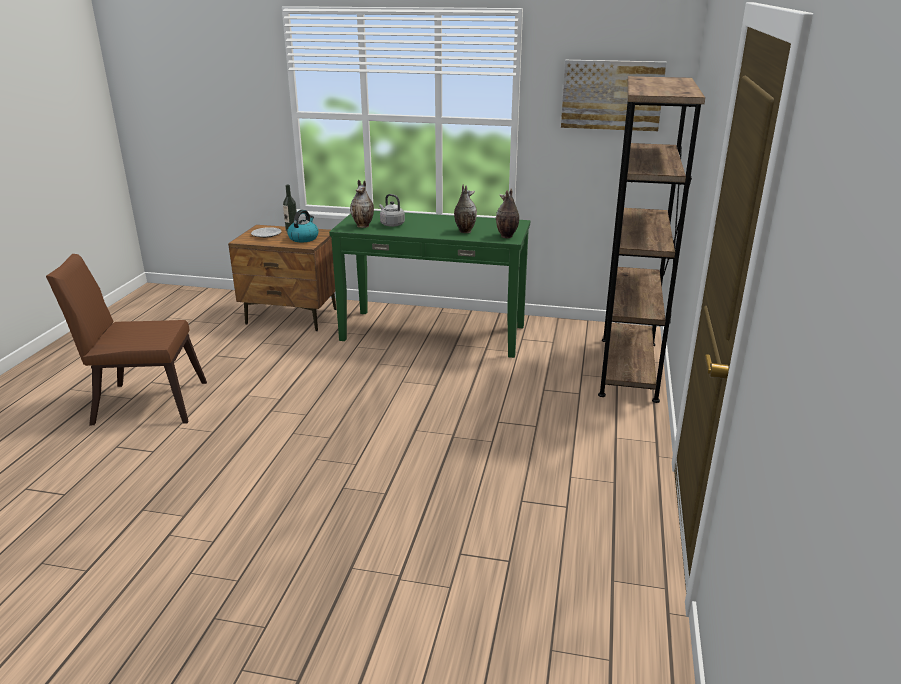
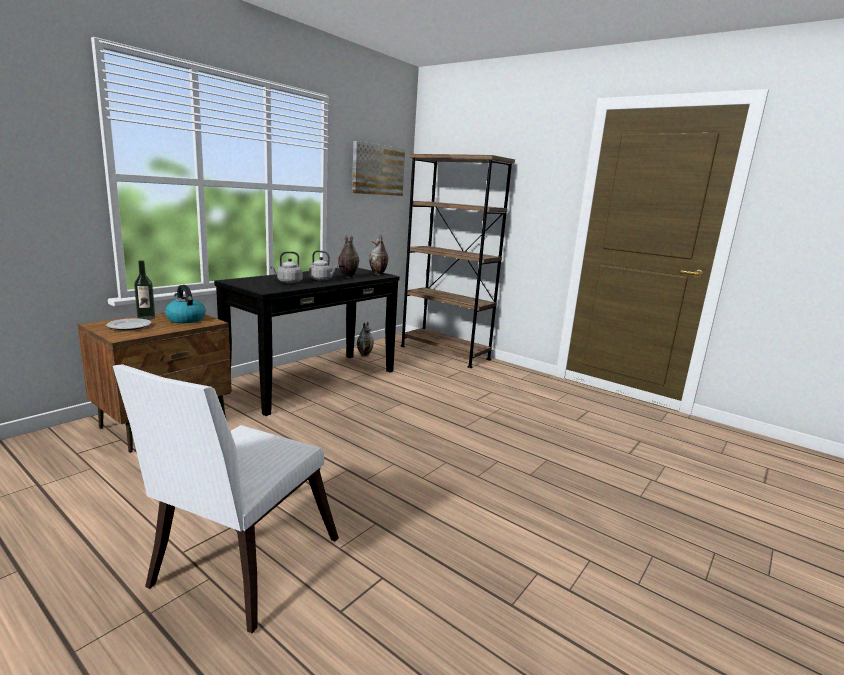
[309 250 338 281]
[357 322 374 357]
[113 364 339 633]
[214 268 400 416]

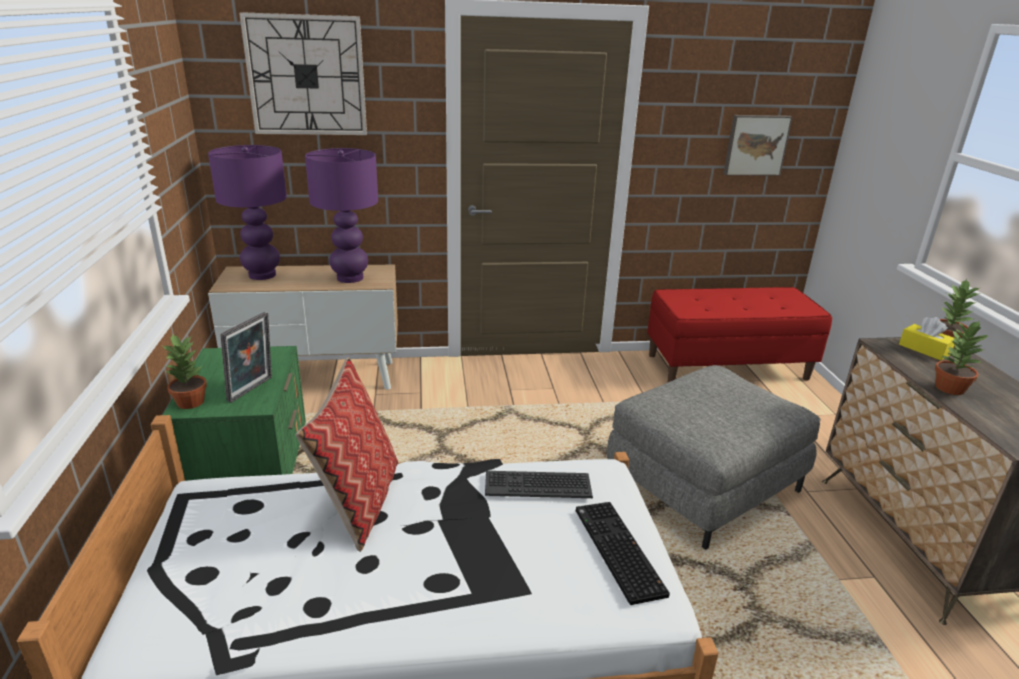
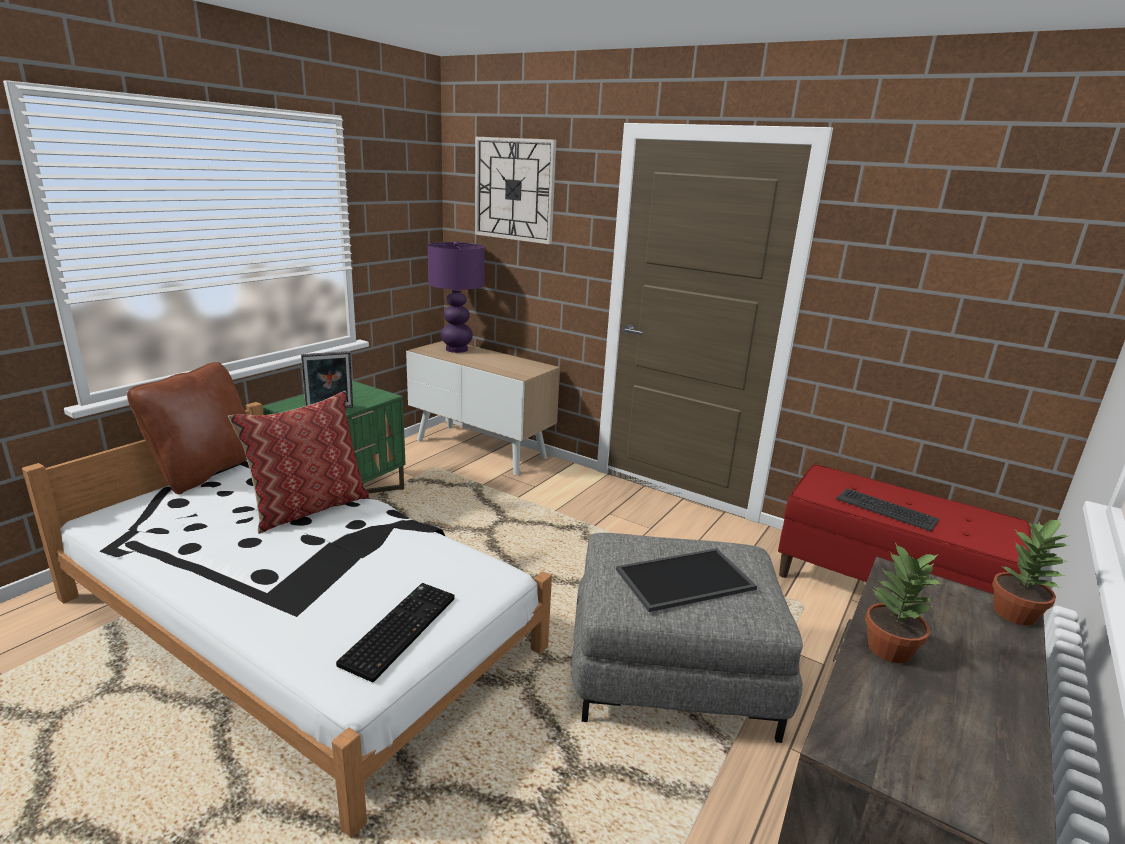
[163 334 207 409] (first image)
[305 148 378 283] (first image)
[723 115 793 176] (first image)
[899 317 956 360] (first image)
[127 362 248 494]
[616 548 757 612]
[836 488 939 531]

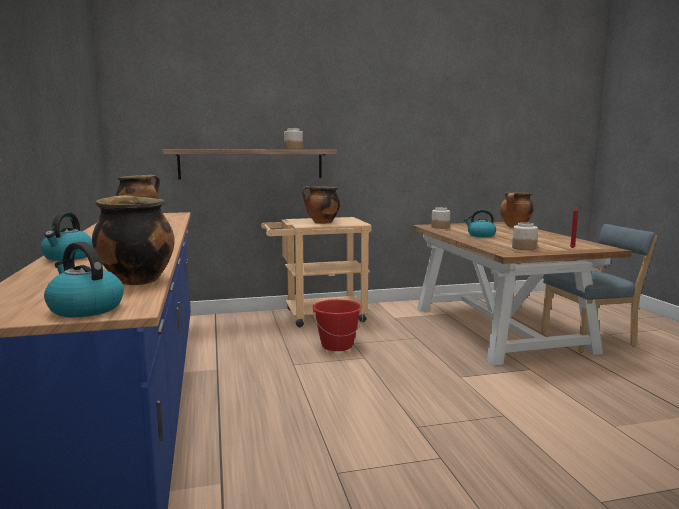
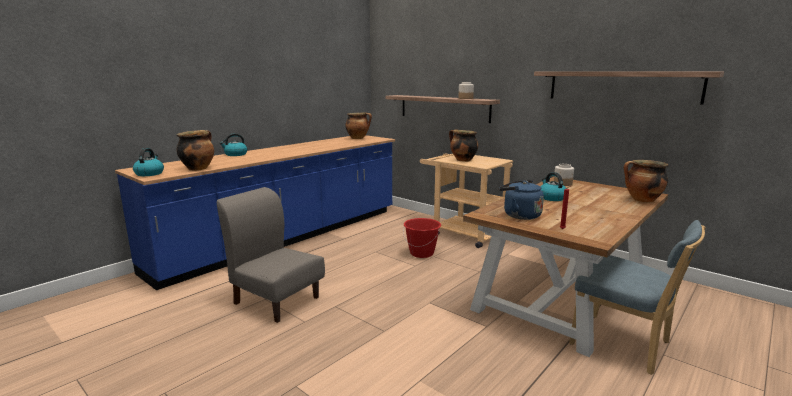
[217 187 325 323]
[534 71 724 105]
[499 180 544 220]

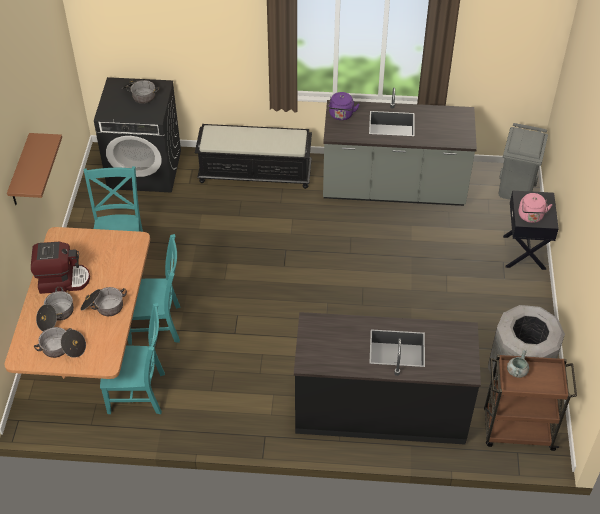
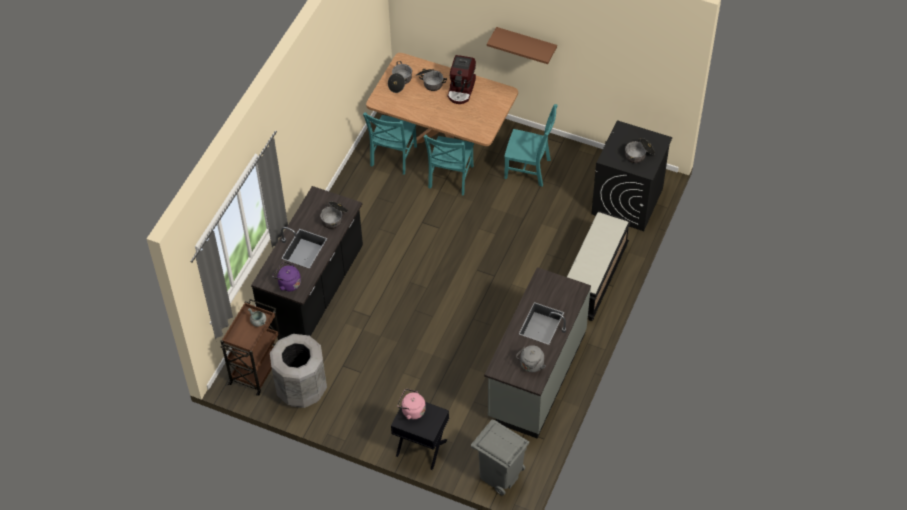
[516 345 546 372]
[320 201 348 229]
[272 261 301 292]

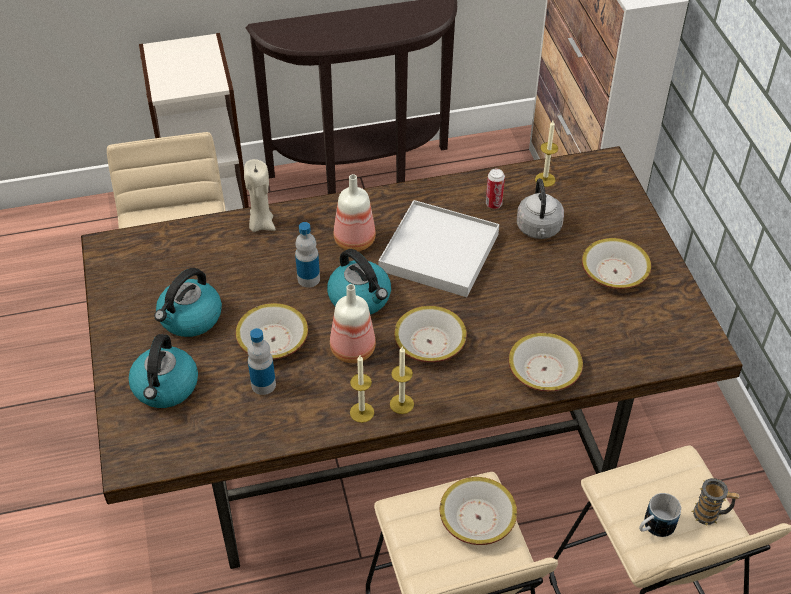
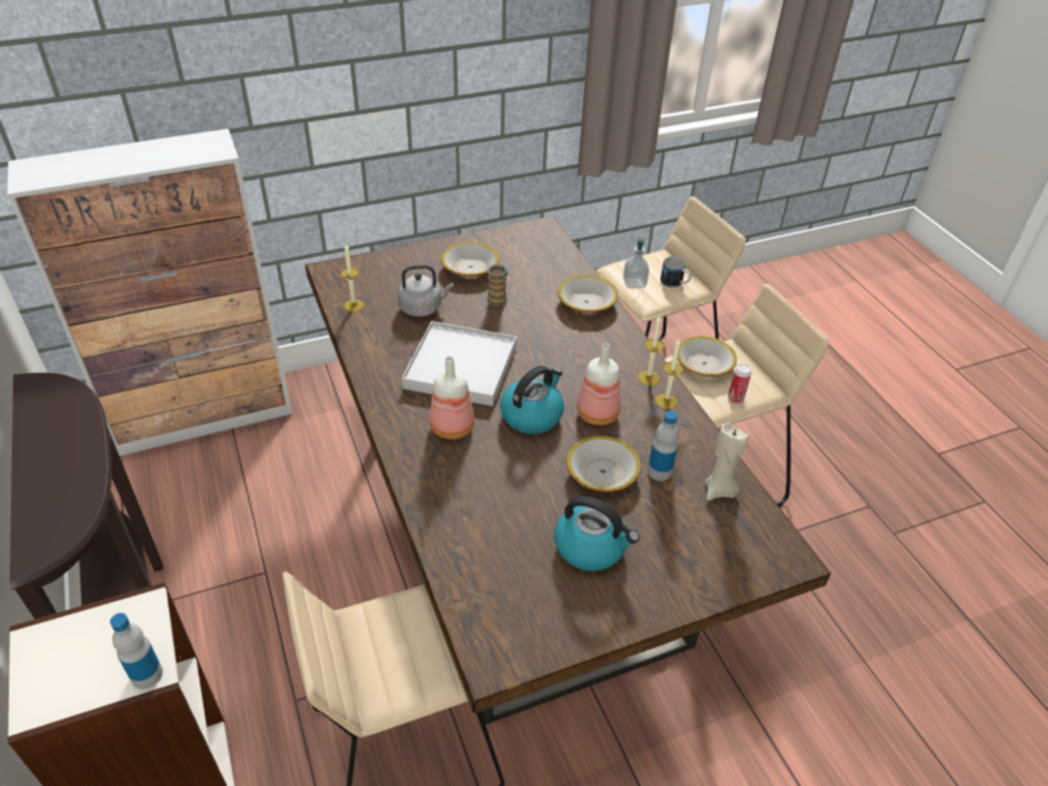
[128 334 198 408] (first image)
[394 306 467 362] (first image)
[623 237 649 288]
[705 423 748 501]
[110 613 163 689]
[728 365 751 403]
[486 264 509 306]

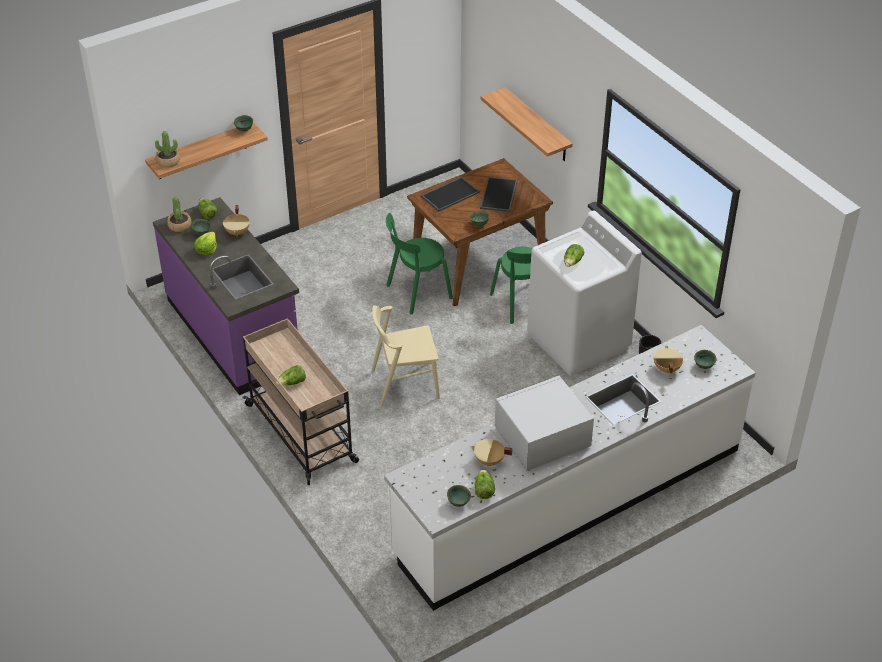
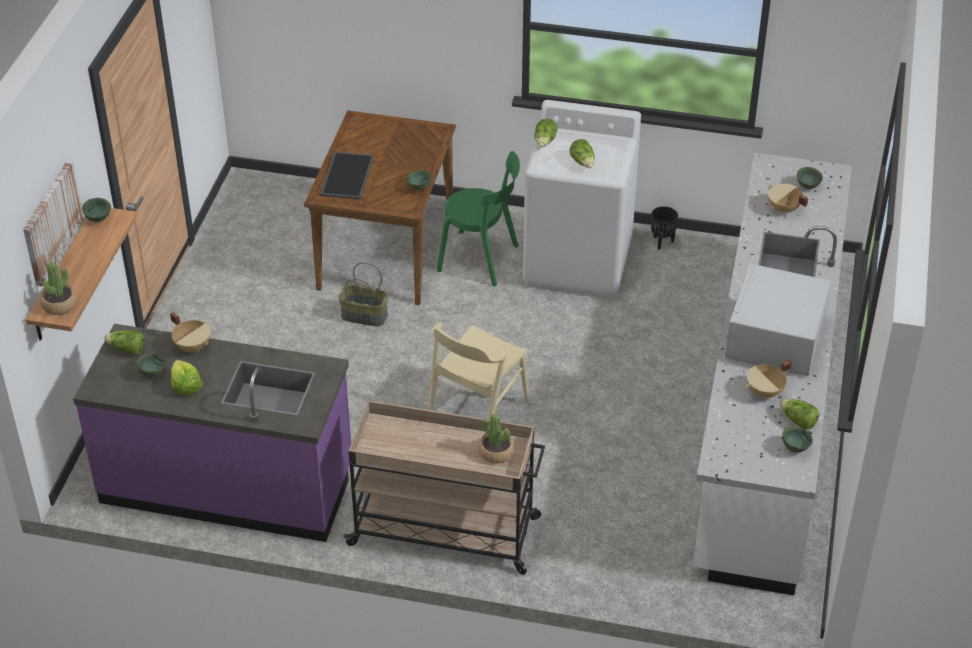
[480 177 518 212] (first image)
[481 87 573 161] (first image)
[23 161 84 286]
[478 413 515 464]
[534 119 558 148]
[338 262 388 326]

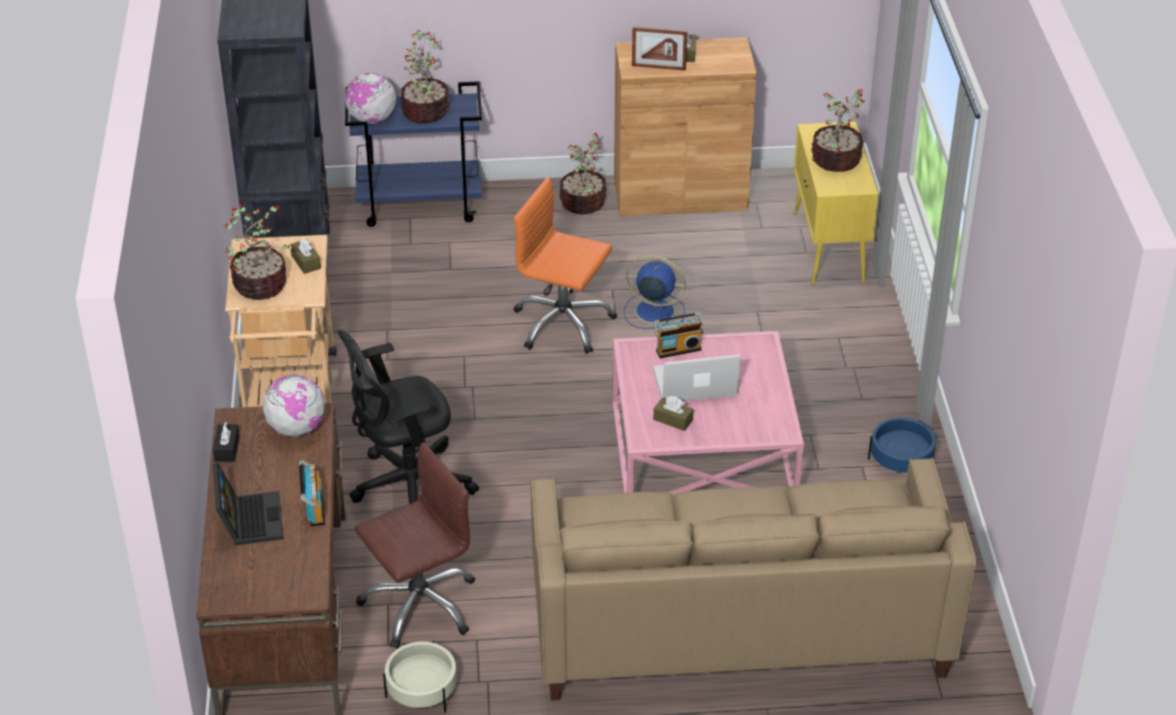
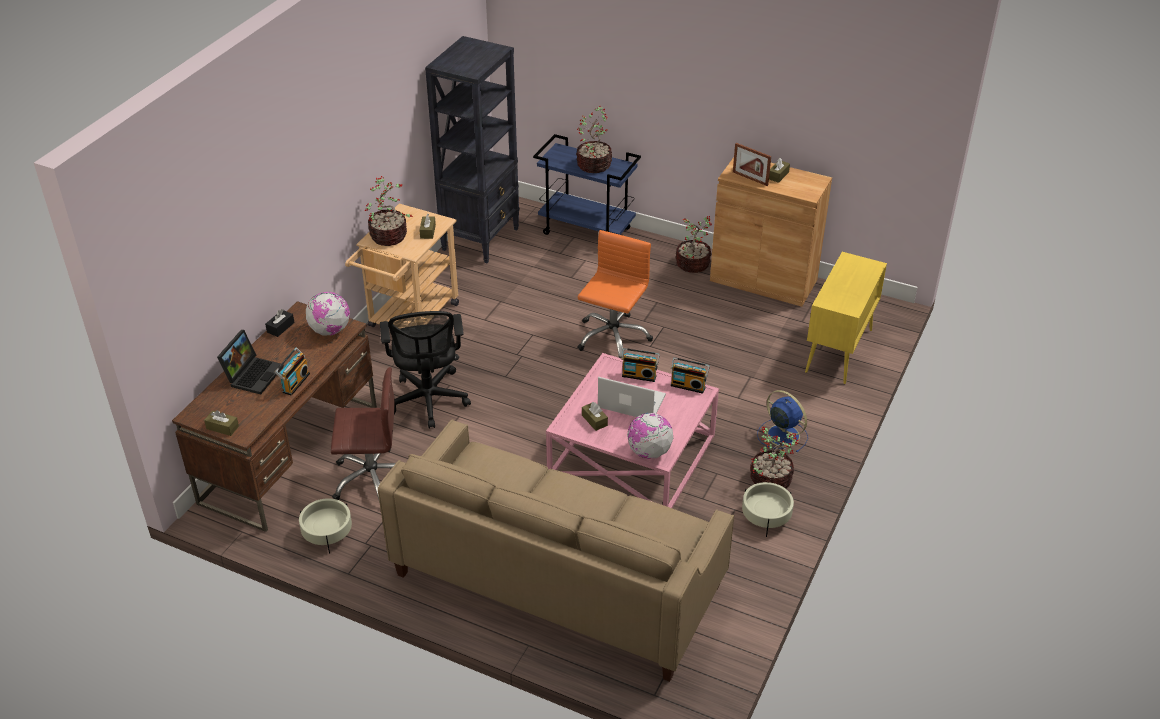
[204 410 239 436]
[671 357 710 394]
[627 413 673 459]
[757 390 808 453]
[750 427 798 489]
[742 482 794 537]
[380 311 471 429]
[577 230 653 358]

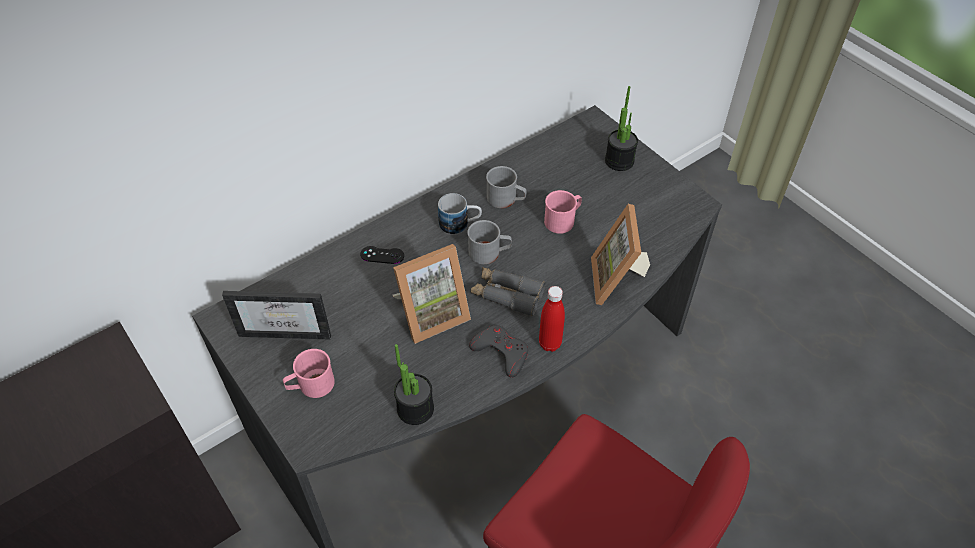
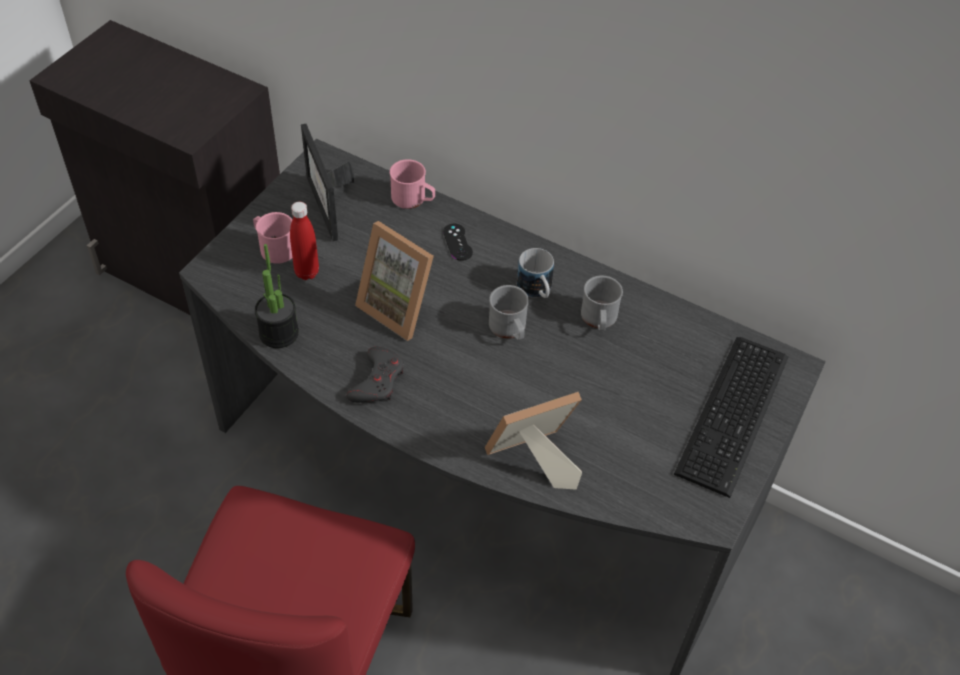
[471 267 545 316] (first image)
[290 202 319 280]
[390 159 435 209]
[674 337 788 498]

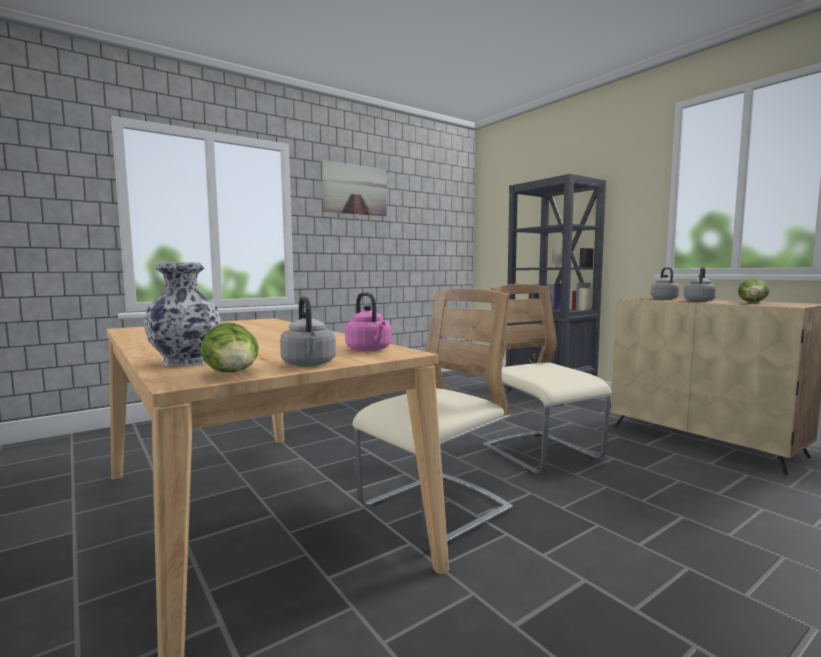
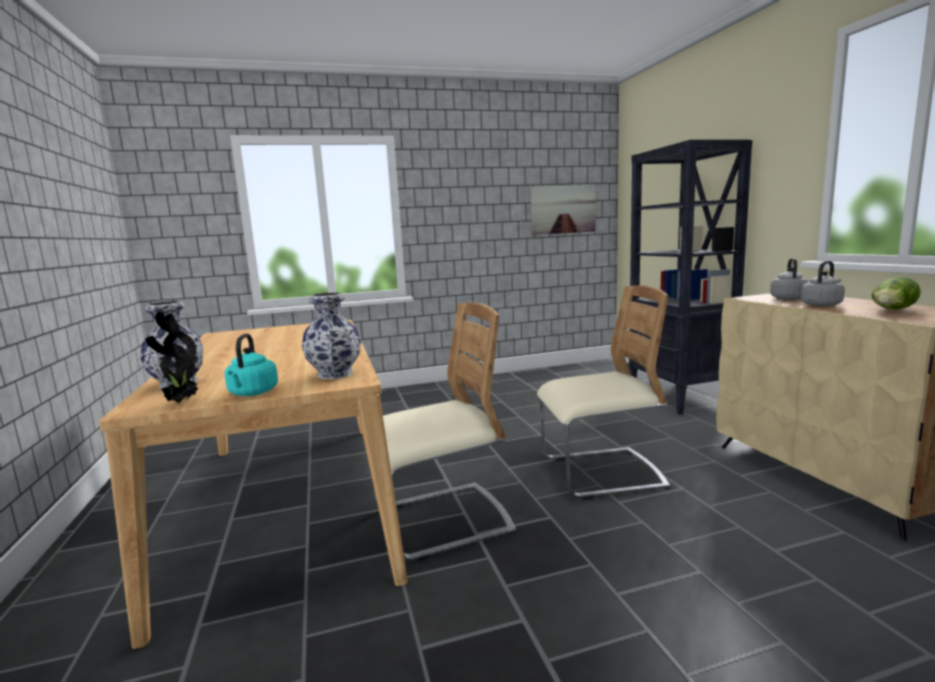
[530 184 596 235]
[145 312 198 403]
[302 292 361 379]
[225 333 278 396]
[537 285 670 499]

